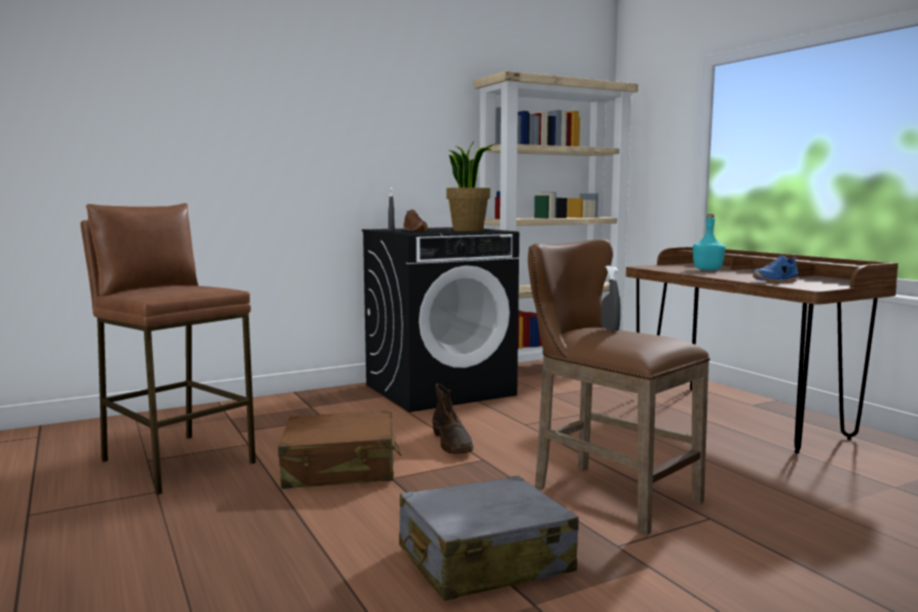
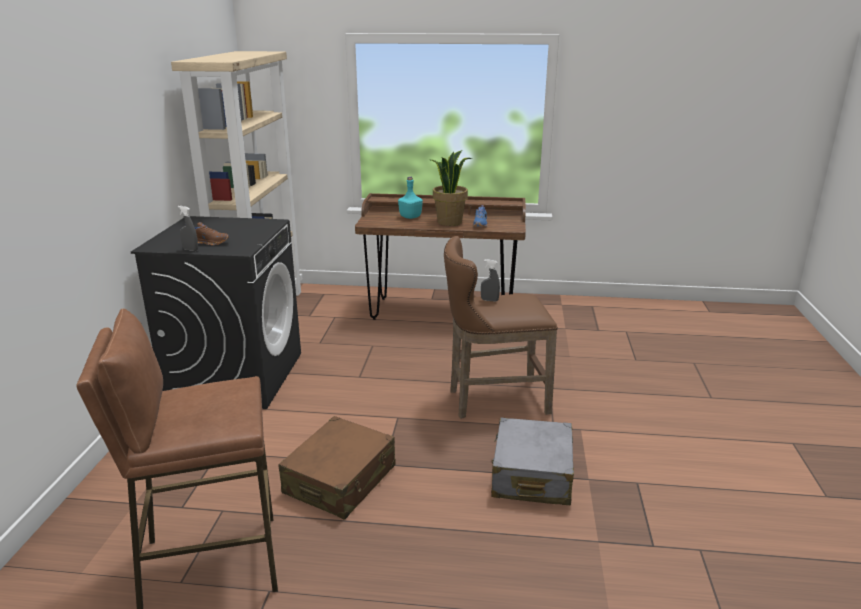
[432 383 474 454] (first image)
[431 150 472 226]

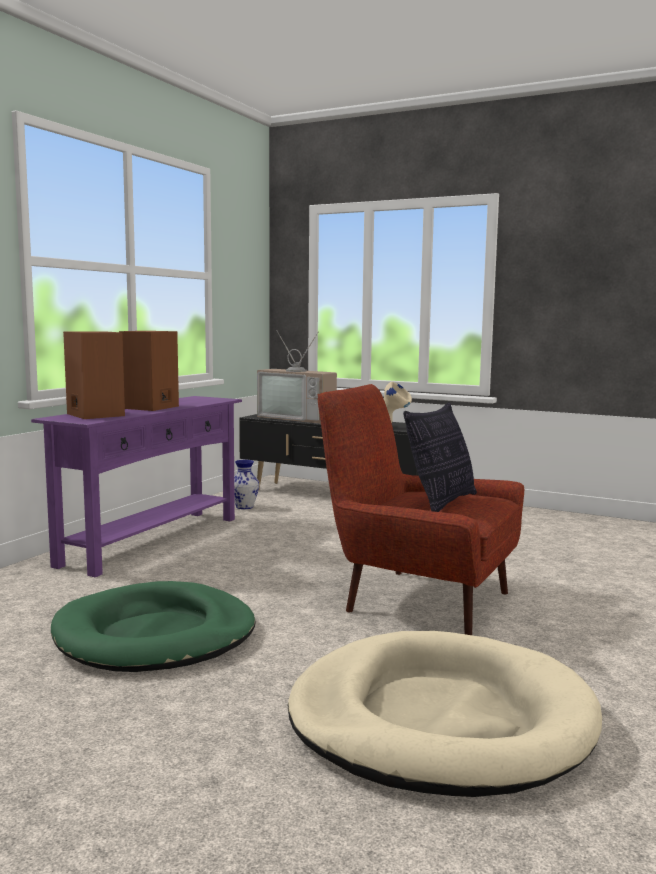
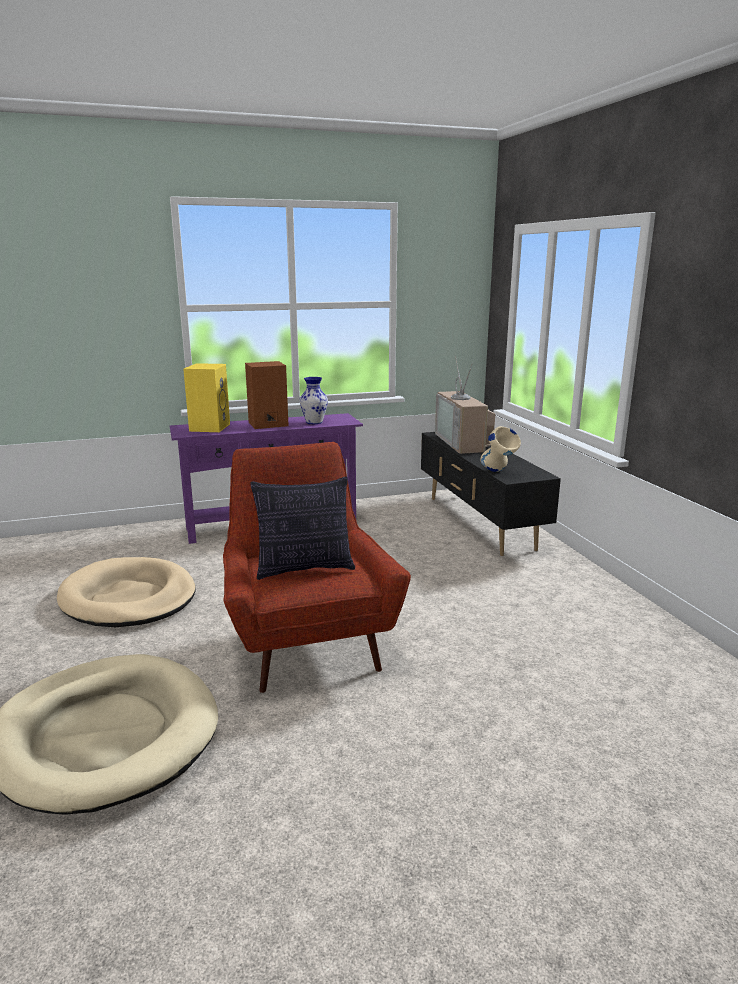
[300 377 328 424]
[57 557 196 627]
[183 363 230 432]

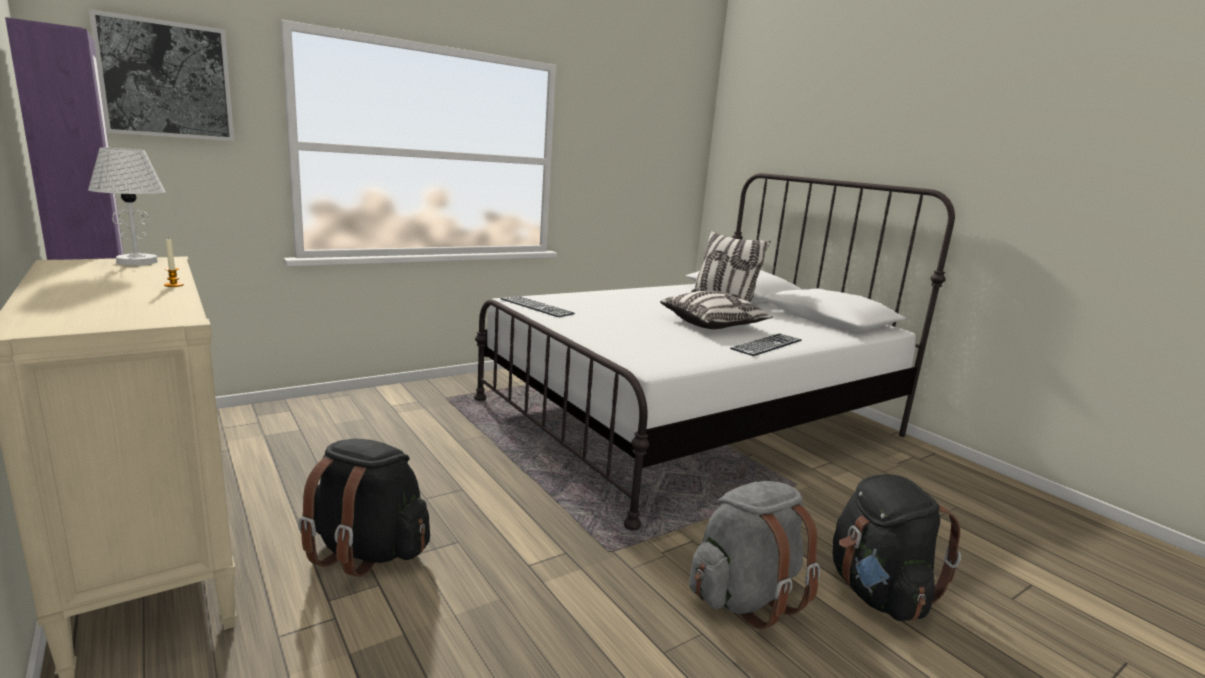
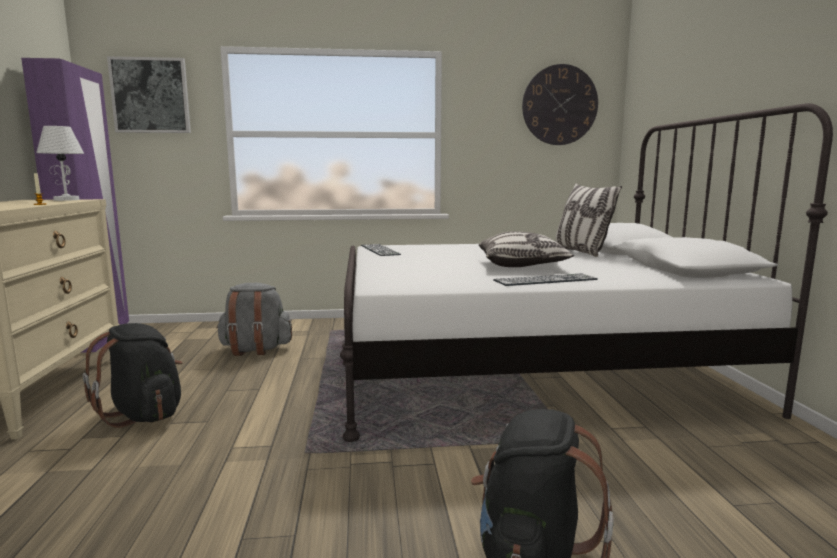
[522 64 598 145]
[216 283 292 356]

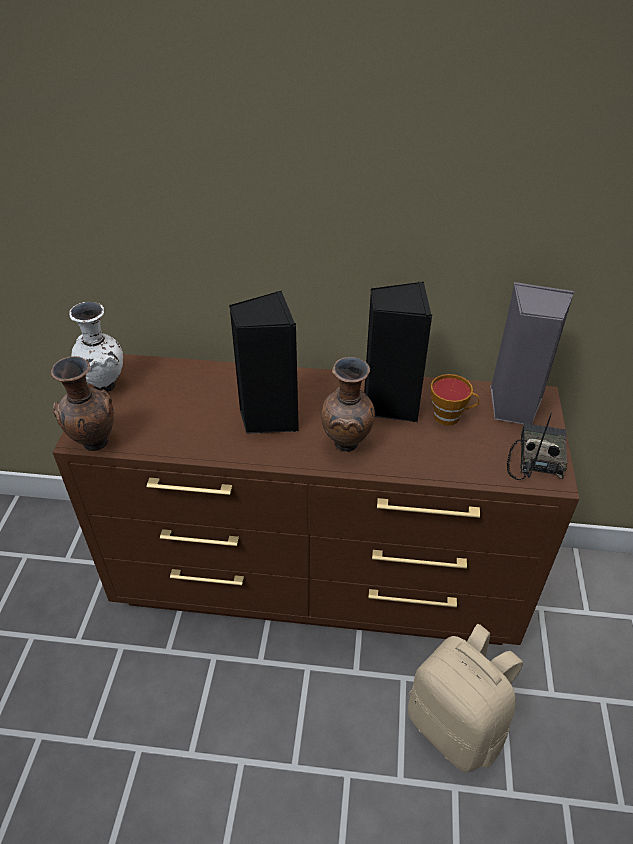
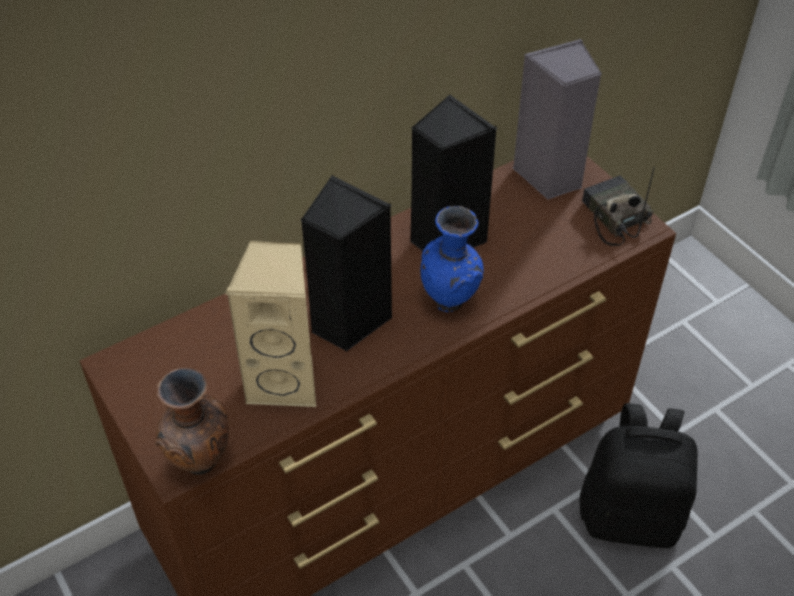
[69 302 123 392] (first image)
[430 374 479 426] (first image)
[225 241 316 407]
[420 206 484 312]
[580 403 698 548]

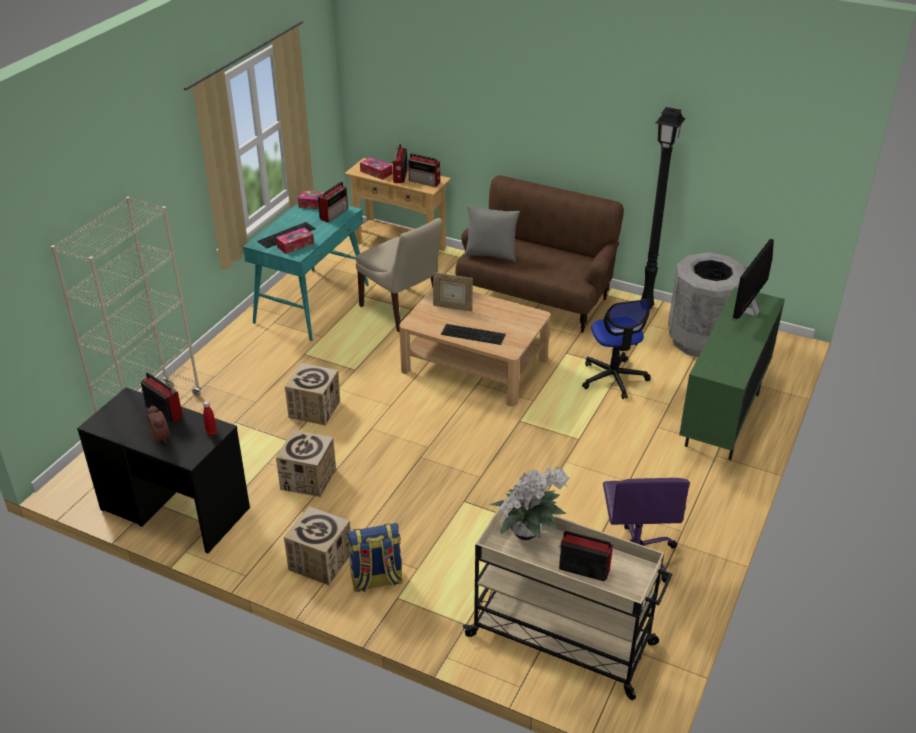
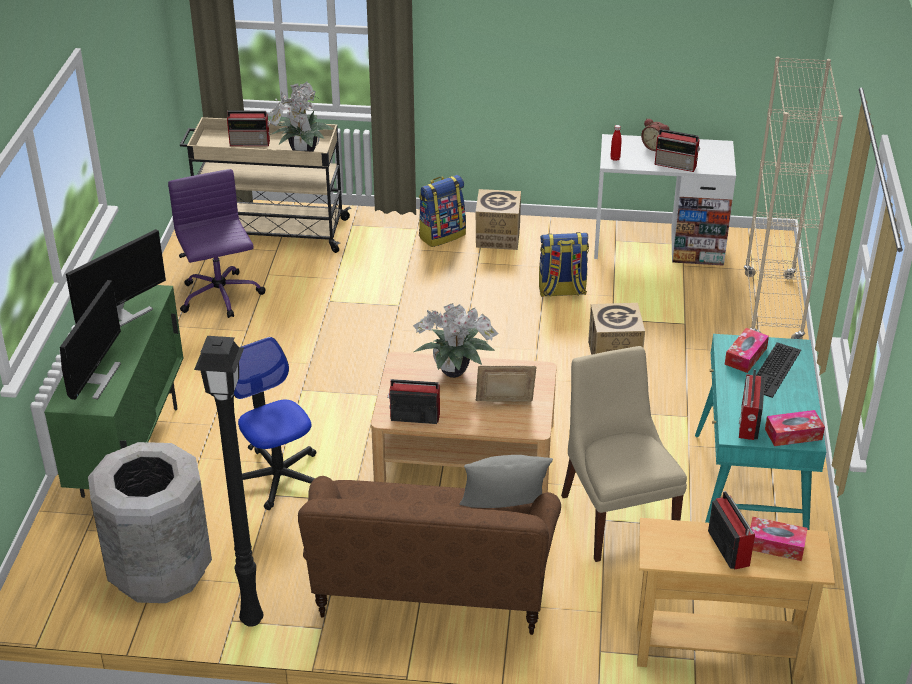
[66 229 166 327]
[387 379 440 424]
[539 232 589 297]
[413 303 499 378]
[594 134 736 266]
[561 346 687 562]

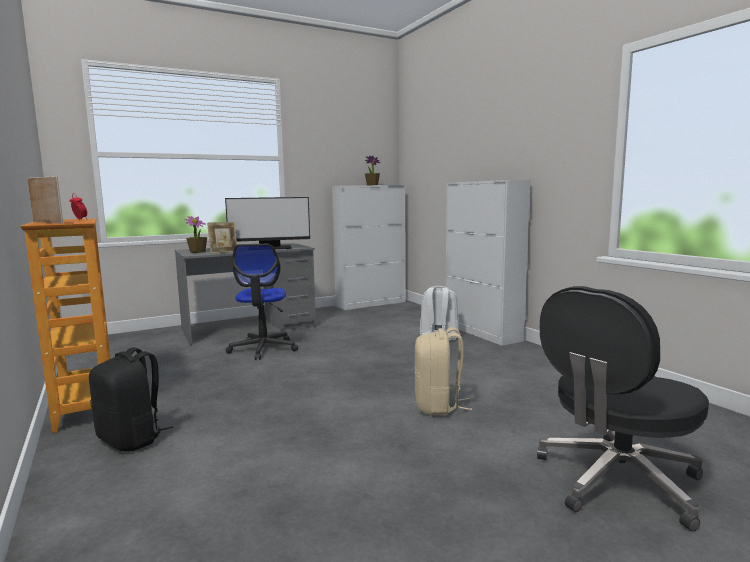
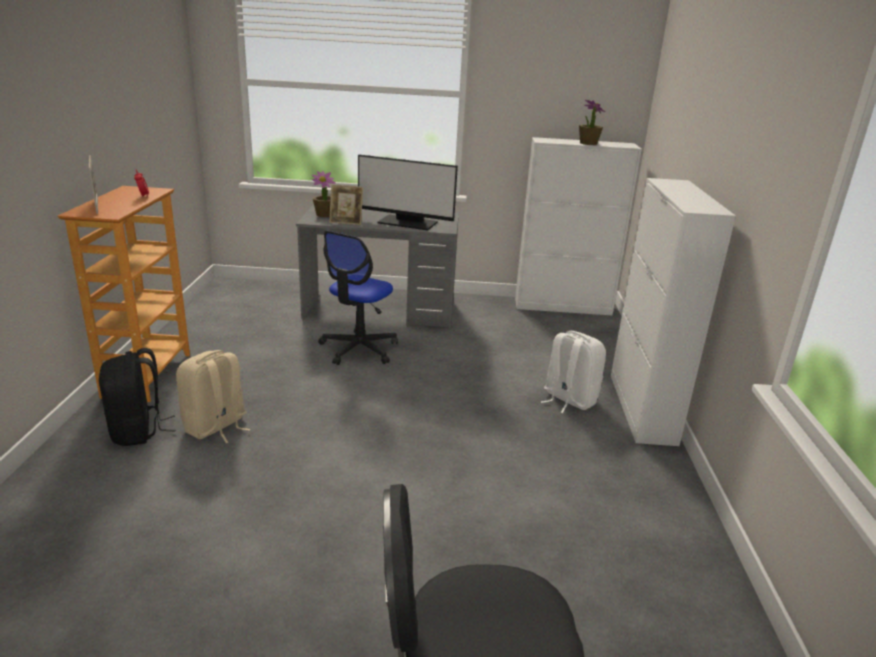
[176 350 251 443]

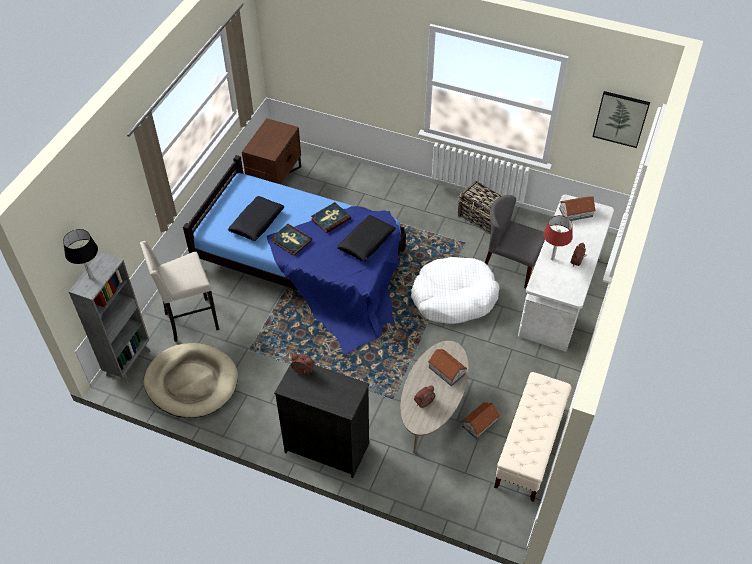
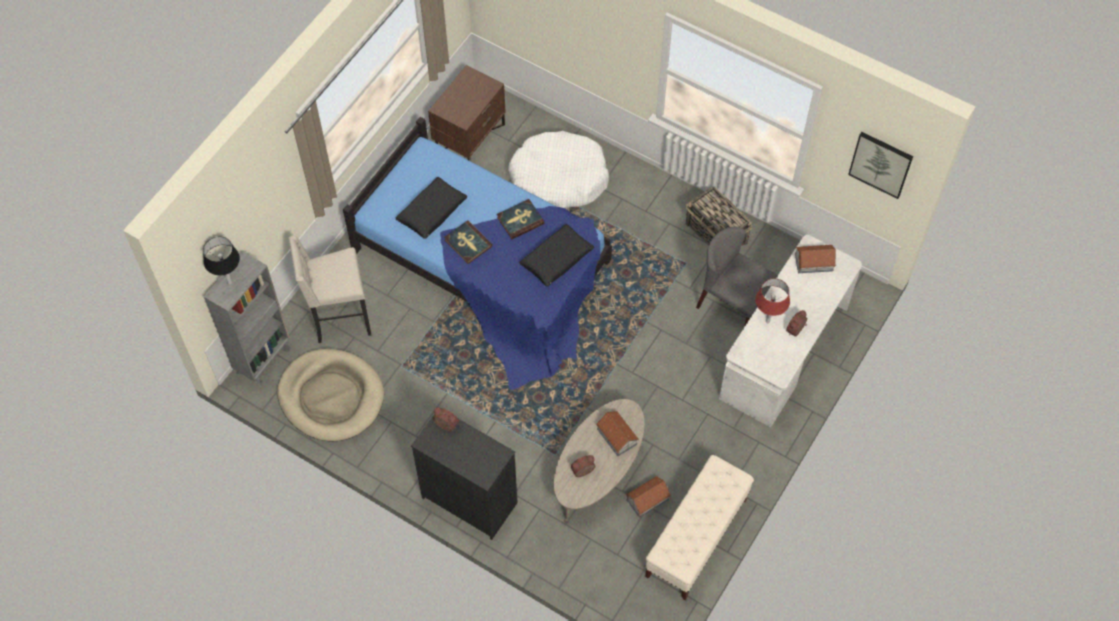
[508 131 609 208]

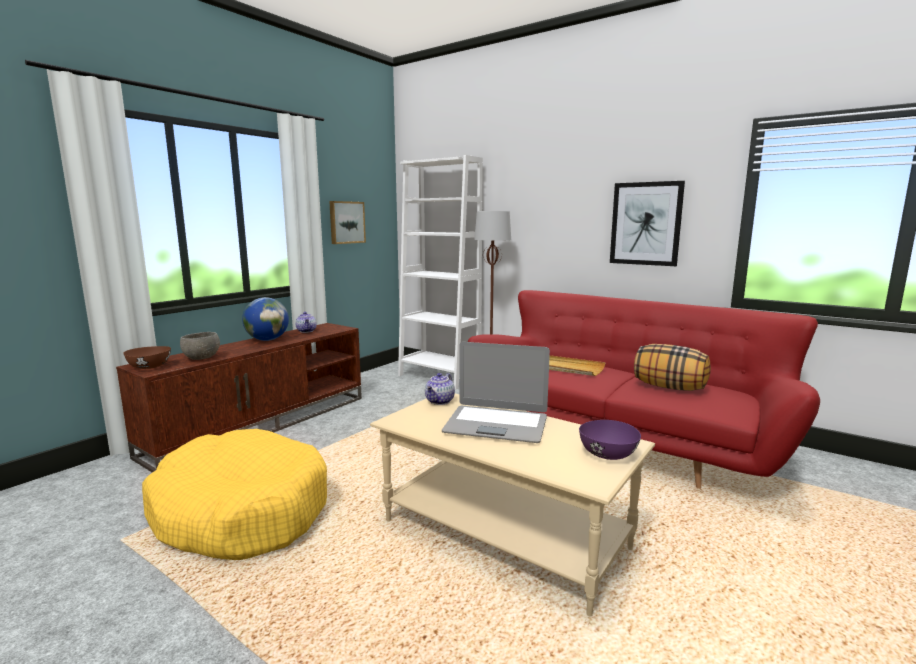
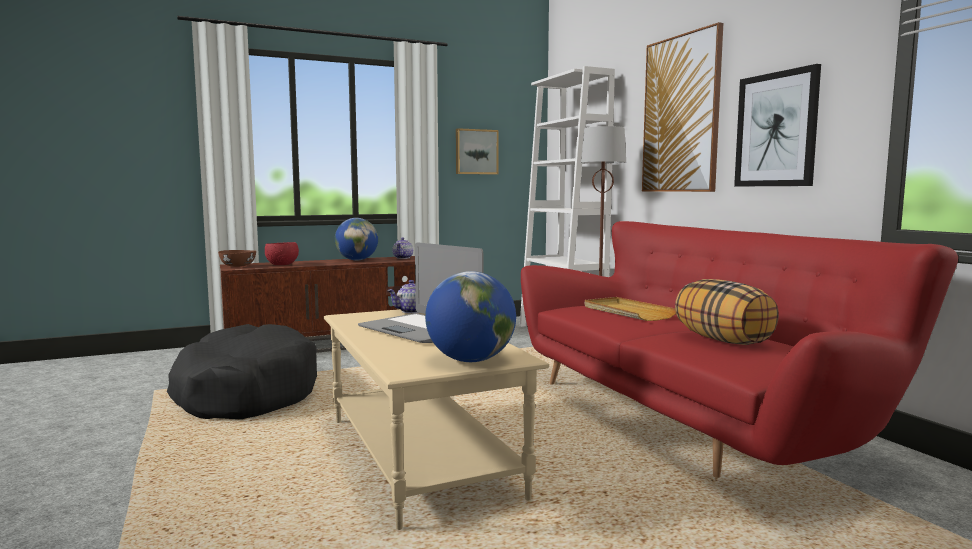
[642 22 724 192]
[425 271 516 362]
[167 324 317 419]
[265 242 299 265]

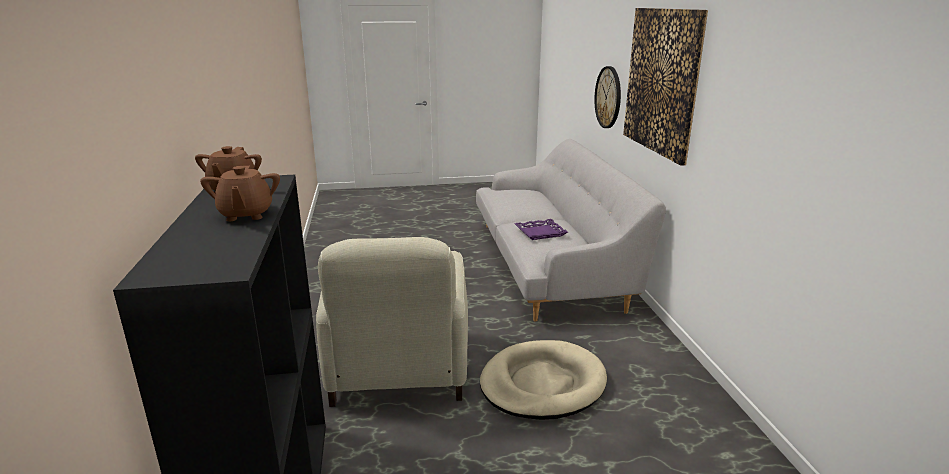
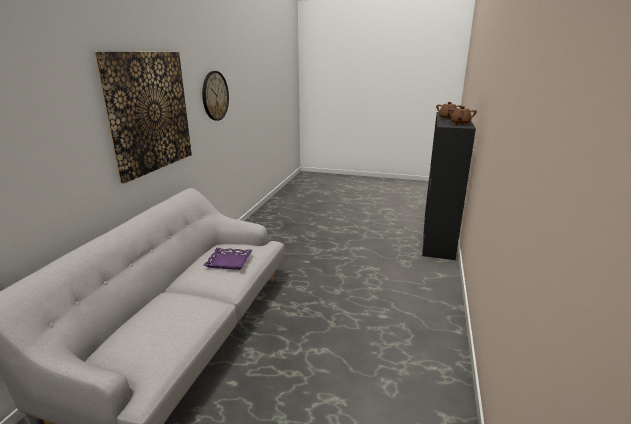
[316 237 468 407] (first image)
[480 340 607 420] (first image)
[202 71 229 121]

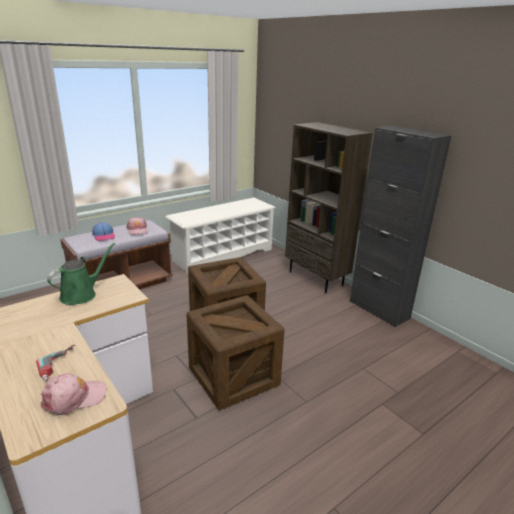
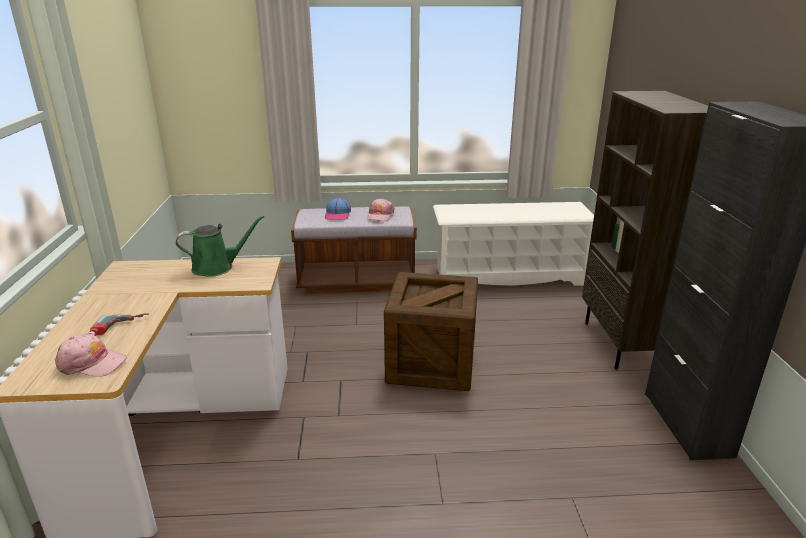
[186 295 285 411] (first image)

